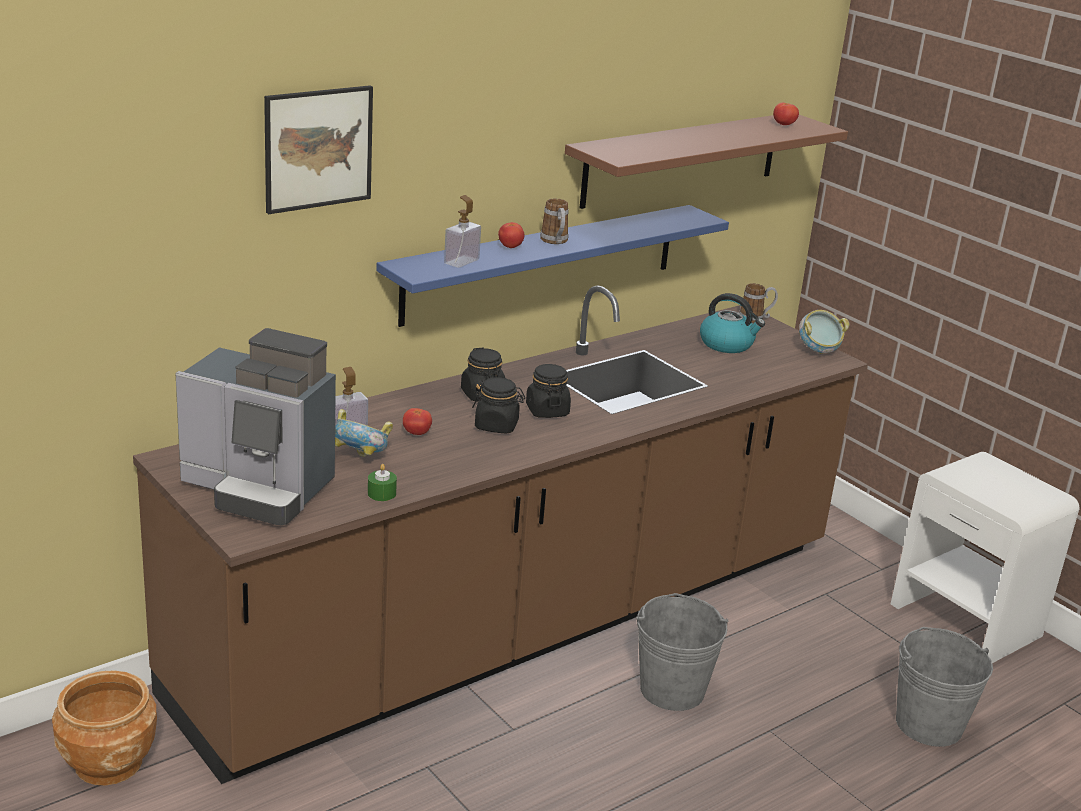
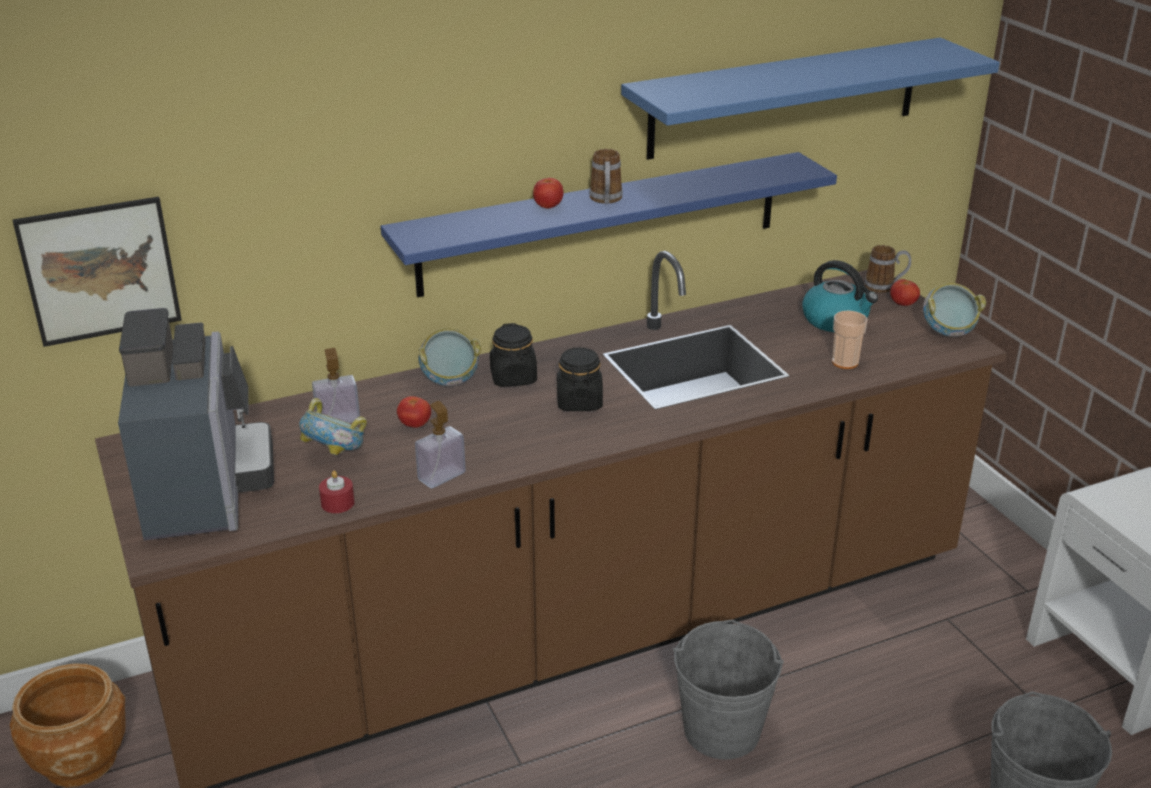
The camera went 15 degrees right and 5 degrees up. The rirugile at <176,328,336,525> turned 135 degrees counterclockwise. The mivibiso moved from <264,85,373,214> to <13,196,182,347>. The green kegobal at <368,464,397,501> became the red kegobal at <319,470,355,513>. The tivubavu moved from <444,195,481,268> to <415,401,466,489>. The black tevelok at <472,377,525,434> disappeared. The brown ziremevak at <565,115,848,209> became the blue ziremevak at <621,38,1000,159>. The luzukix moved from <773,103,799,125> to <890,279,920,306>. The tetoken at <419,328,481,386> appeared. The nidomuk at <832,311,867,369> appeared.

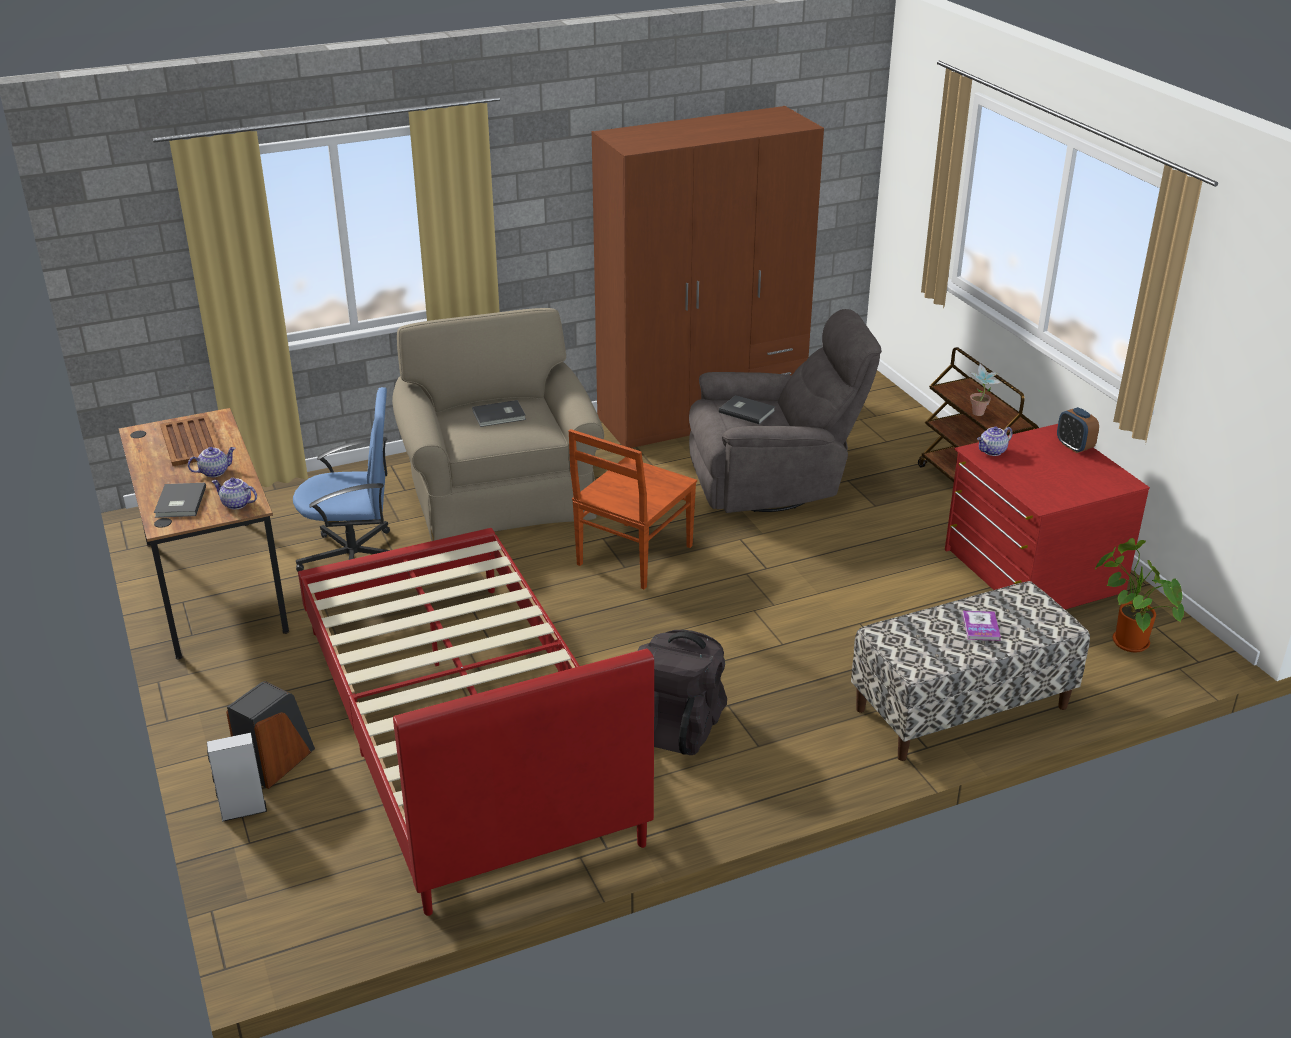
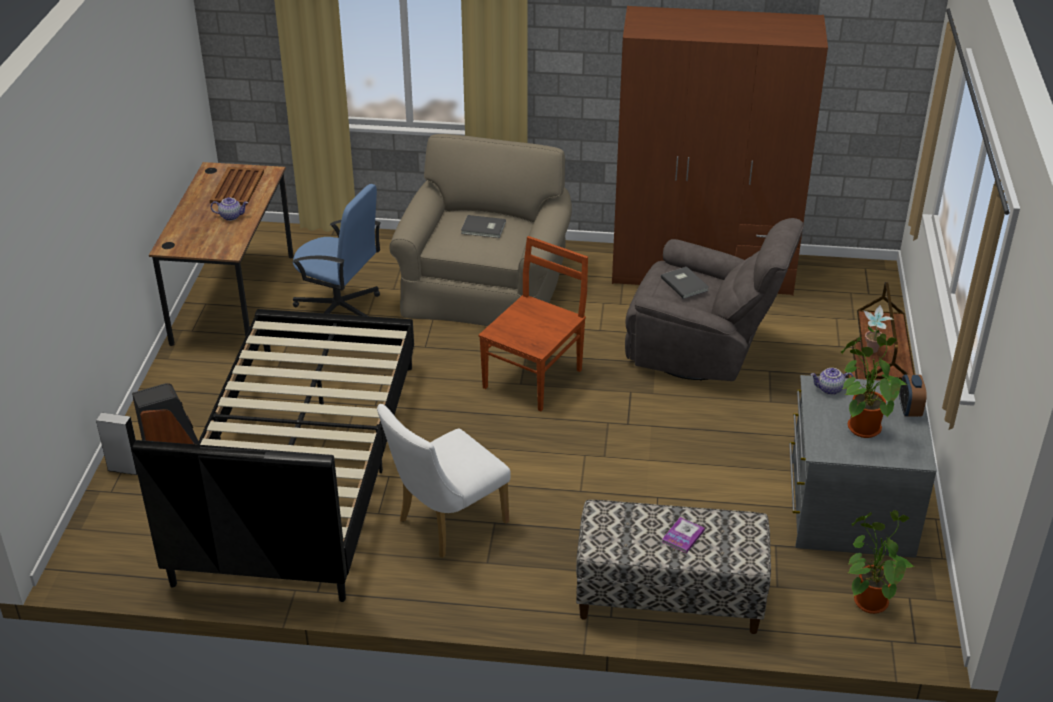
The camera went 30 degrees right and 5 degrees up. The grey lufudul at <154,483,206,518> disappeared. The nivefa at <211,478,257,510> disappeared. The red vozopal at <298,528,654,916> became the black vozopal at <132,309,414,602>. The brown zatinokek at <569,429,697,589> turned 150 degrees clockwise. The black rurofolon at <637,630,727,755> was replaced by the white zatinokek at <377,404,511,558>. The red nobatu at <945,424,1150,610> became the grey nobatu at <789,375,937,558>. The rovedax at <841,334,908,438> appeared.

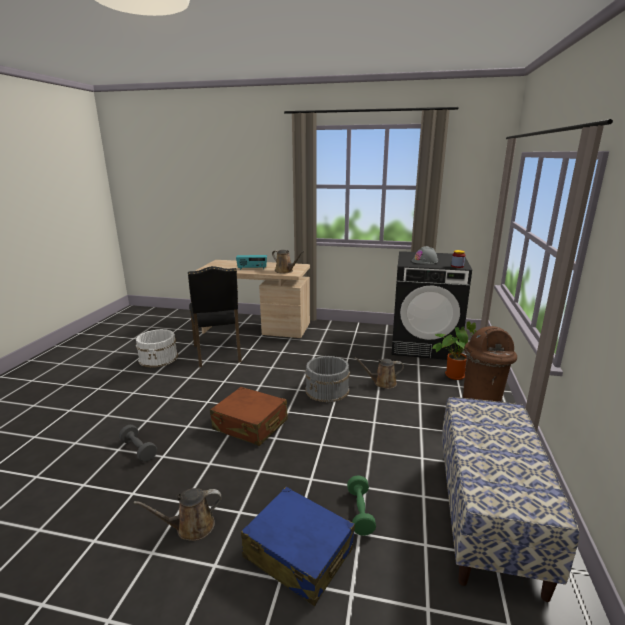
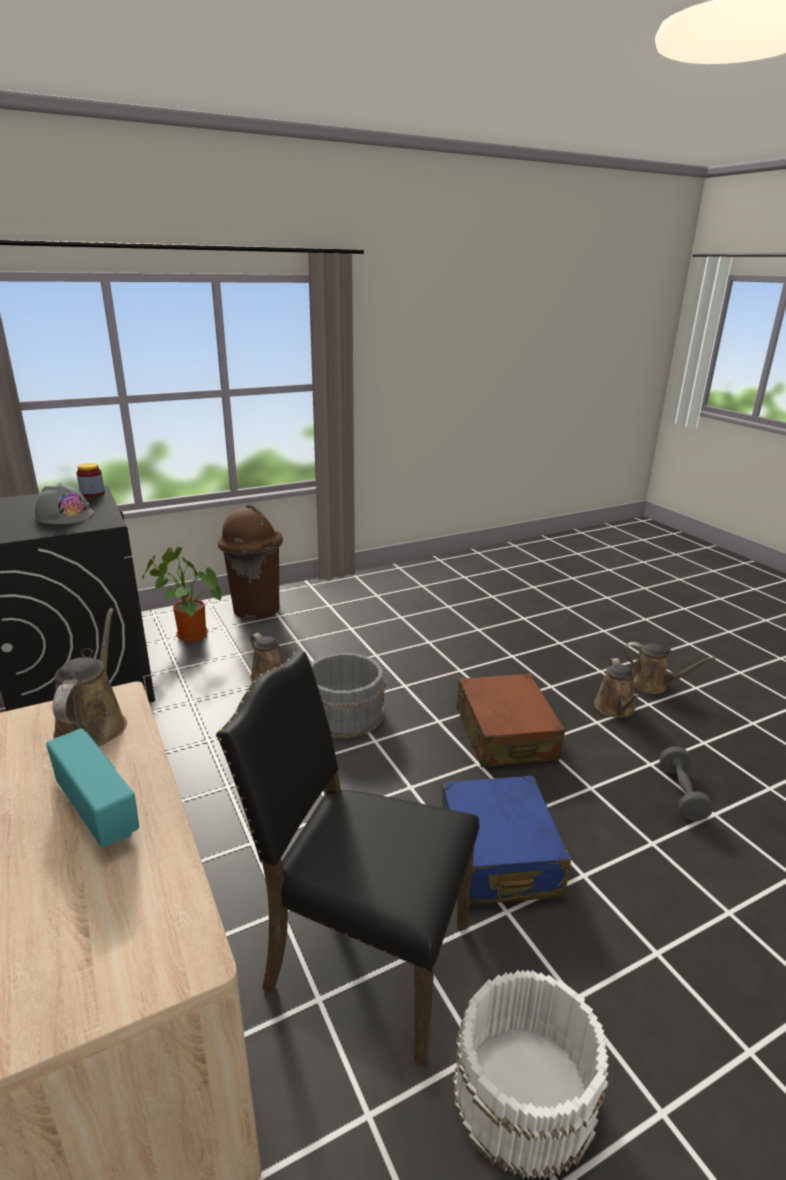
The camera went 130 degrees left and 5 degrees up. The black zatinokek at <188,266,242,368> turned 105 degrees counterclockwise. The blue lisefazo moved from <241,487,355,606> to <442,776,571,905>. The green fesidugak at <347,475,376,536> disappeared. The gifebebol at <442,397,579,602> disappeared. The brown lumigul at <594,658,640,718> appeared.

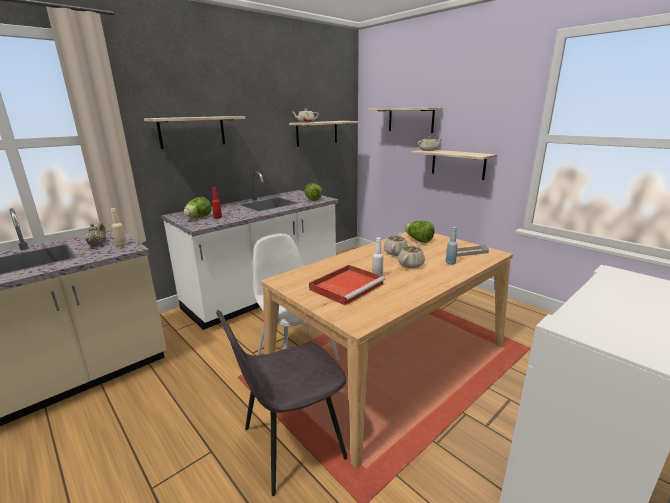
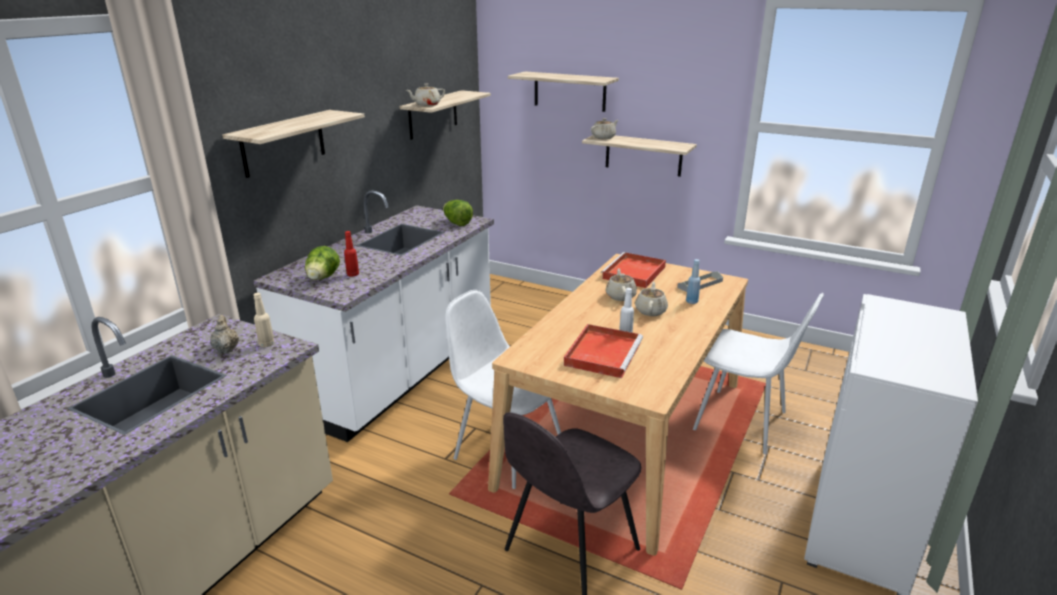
The camera went 20 degrees left and 5 degrees up. The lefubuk at <405,221,435,243> was replaced by the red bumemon at <601,252,666,288>. The white zatinokek at <693,293,824,454> appeared.

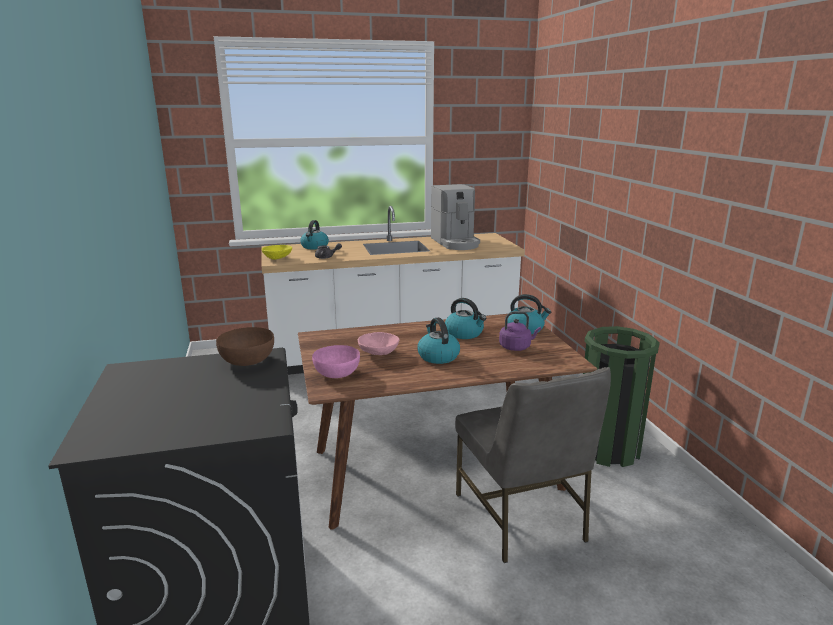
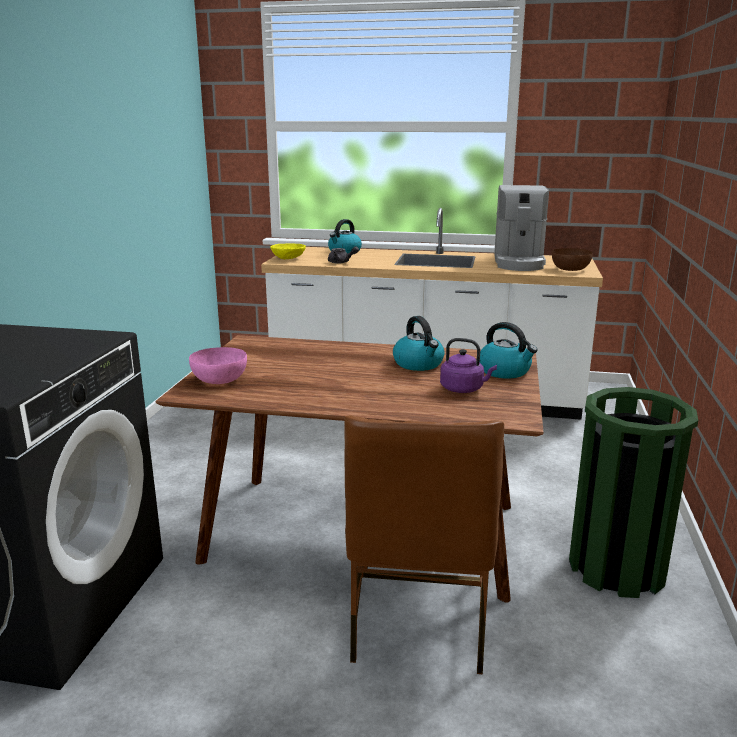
The camera went 25 degrees right and 0 degrees up. The brown tetoken moved from <216,327,274,366> to <552,248,593,271>. The pink tetoken at <358,332,399,355> disappeared. The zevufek at <417,318,460,364> disappeared. The grey zatinokek at <455,367,611,563> became the brown zatinokek at <344,415,504,674>.

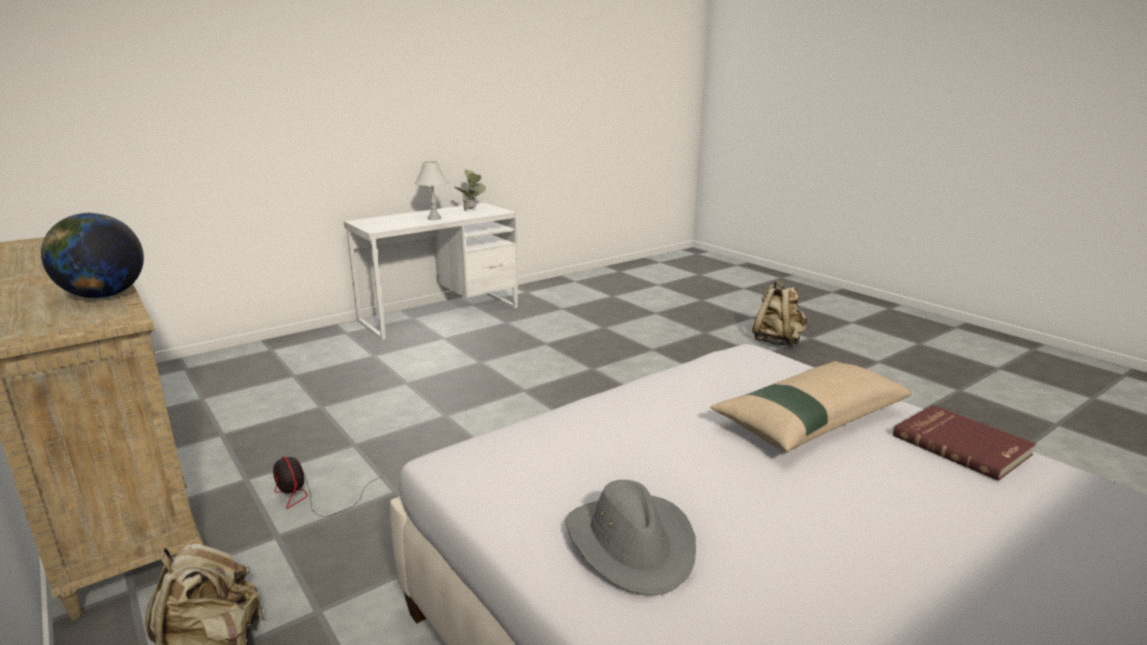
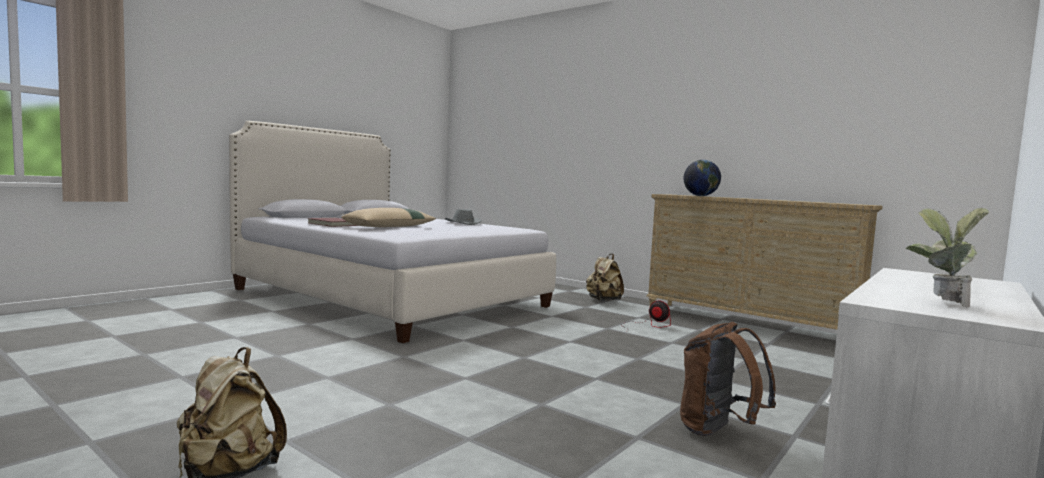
The camera went 165 degrees right and 15 degrees down. The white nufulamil at <414,161,449,220> disappeared. The brown rurofolon at <680,322,776,436> appeared.

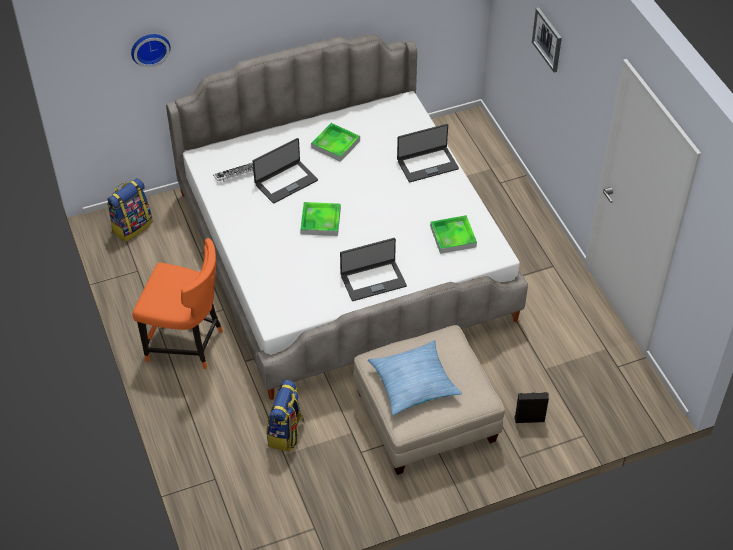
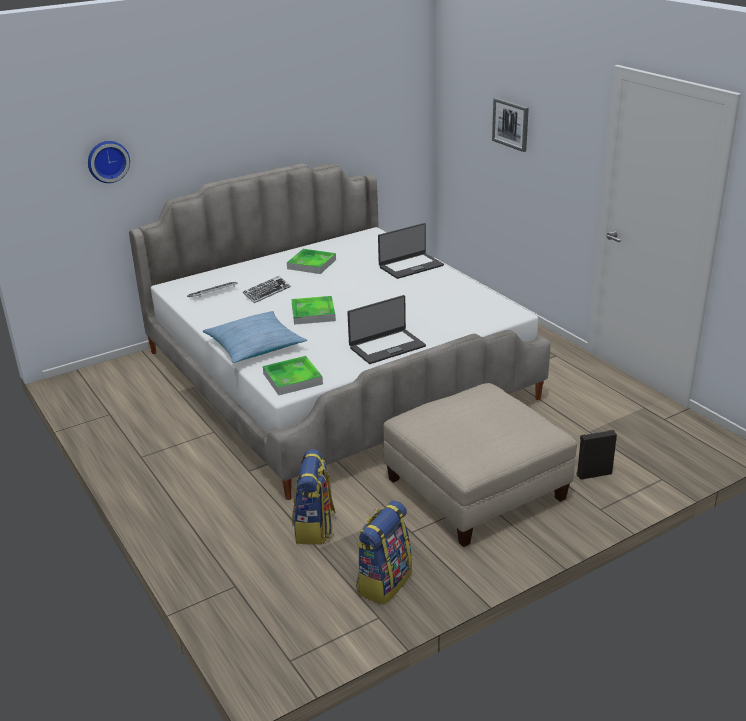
The camera went 10 degrees left and 20 degrees down. The rurofolon moved from <107,178,153,242> to <356,501,412,605>. The orange zatinokek at <132,238,223,370> disappeared. The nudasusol at <253,138,318,204> was replaced by the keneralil at <243,276,291,303>. The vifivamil moved from <368,340,462,415> to <203,311,307,363>. The bumemon moved from <430,215,477,254> to <263,356,323,395>.

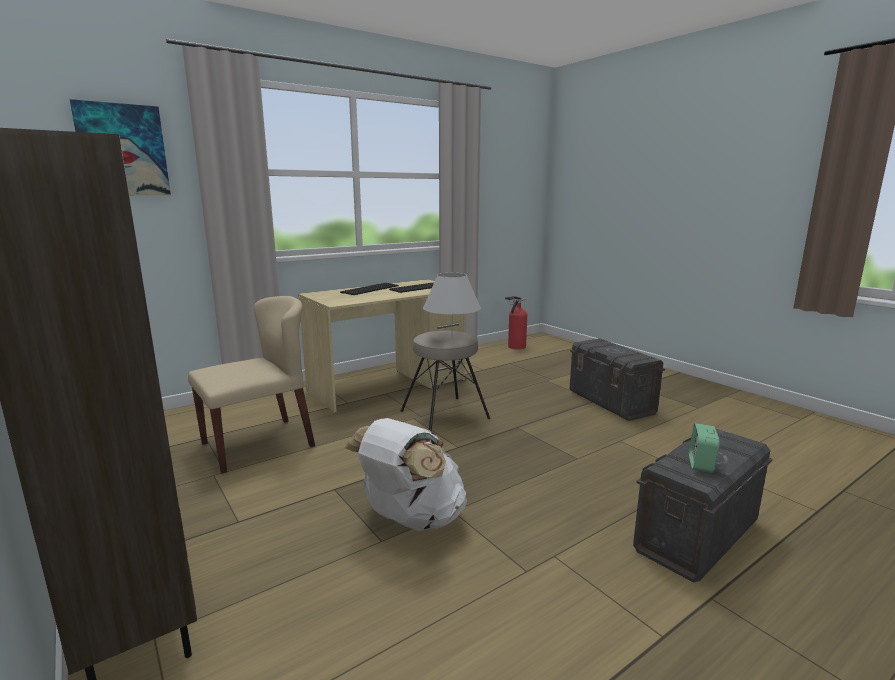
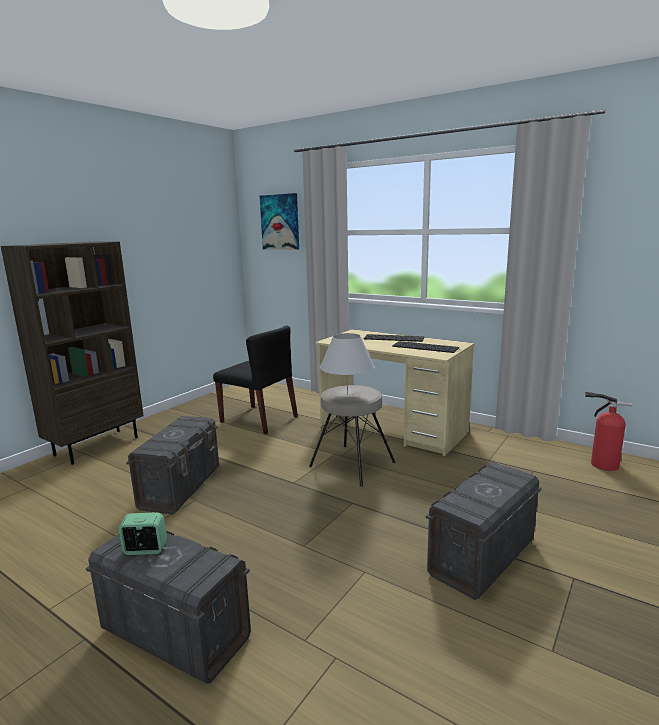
The camera went 70 degrees right and 0 degrees up. The beige zatinokek at <188,296,315,474> became the black zatinokek at <213,325,298,434>. The white rurofolon at <345,418,467,531> was replaced by the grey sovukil at <126,416,219,514>.

